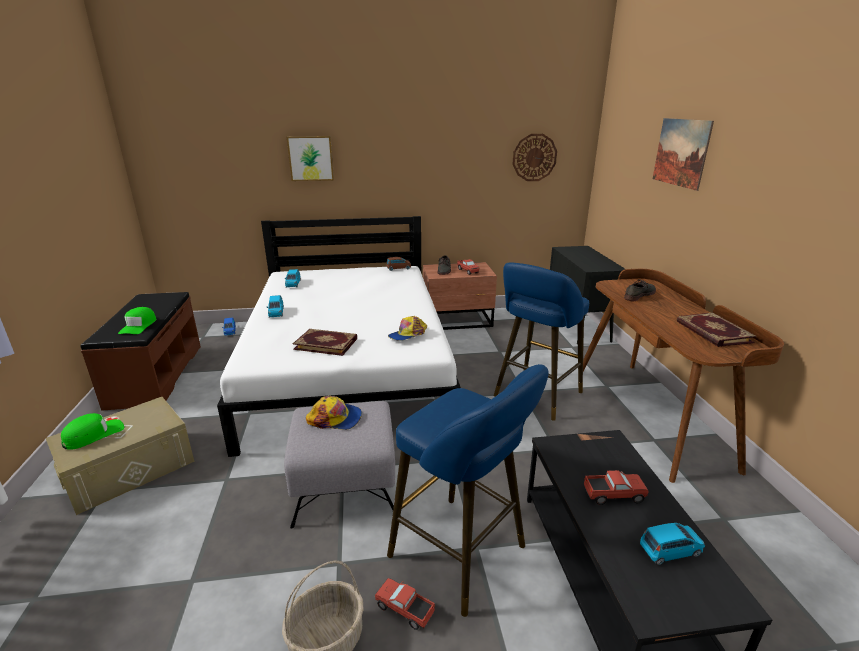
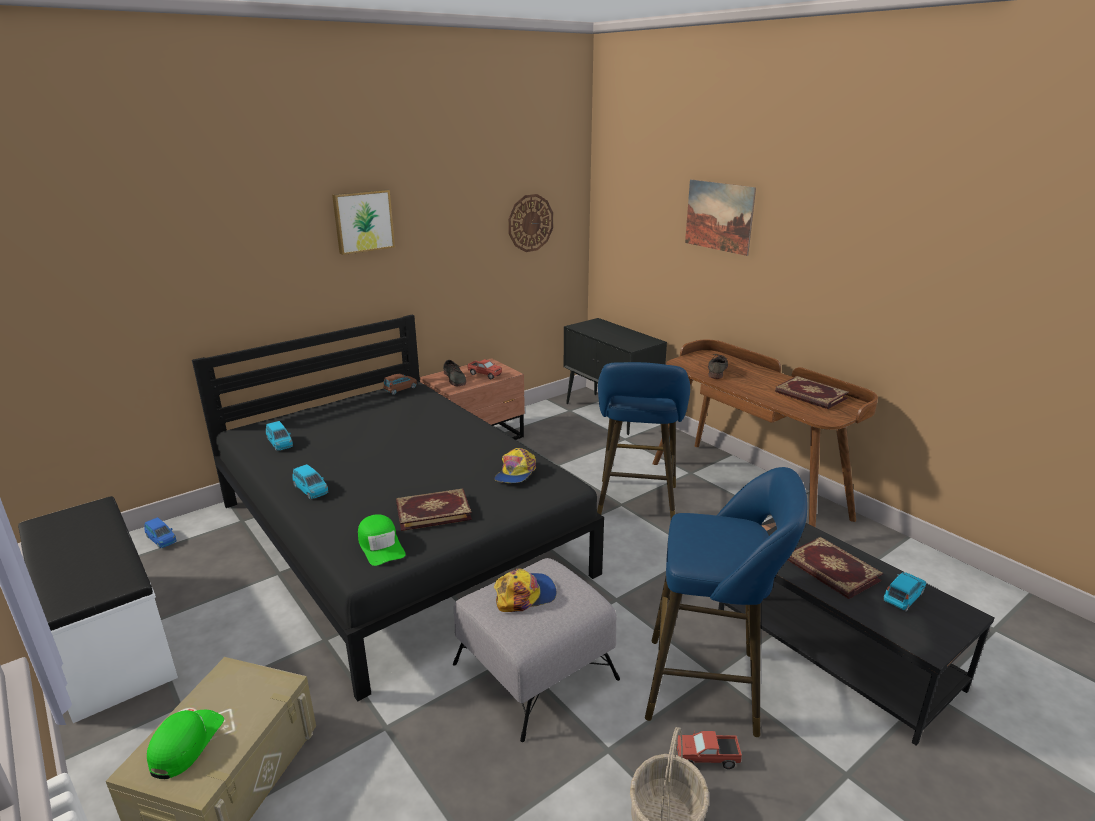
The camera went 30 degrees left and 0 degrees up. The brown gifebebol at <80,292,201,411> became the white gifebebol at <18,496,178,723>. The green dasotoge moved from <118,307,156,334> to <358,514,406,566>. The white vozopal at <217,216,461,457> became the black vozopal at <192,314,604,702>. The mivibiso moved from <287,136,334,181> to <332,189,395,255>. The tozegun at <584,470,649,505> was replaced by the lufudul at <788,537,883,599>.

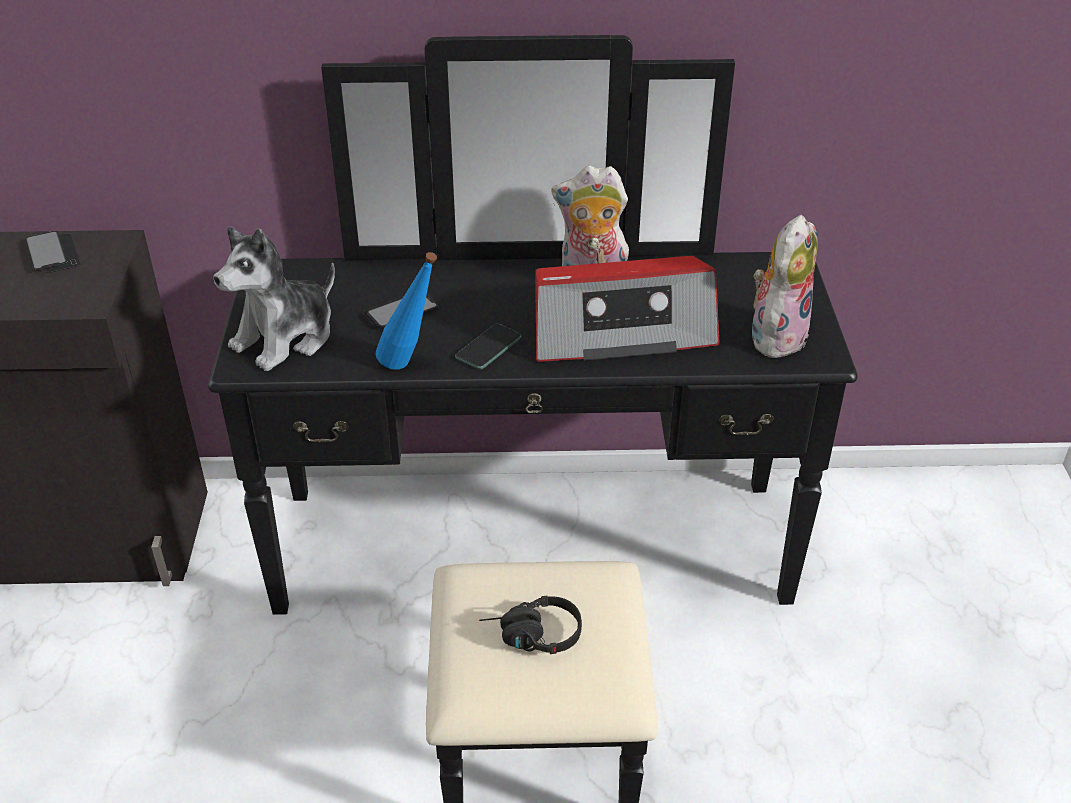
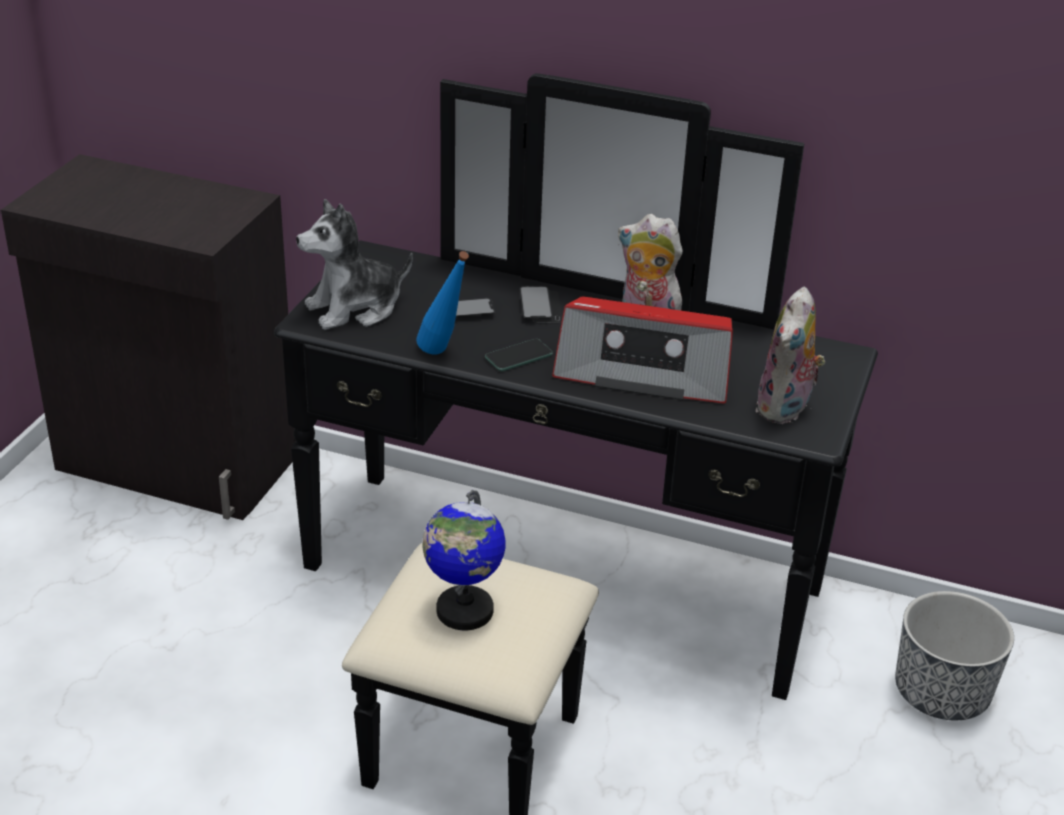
The camera went 20 degrees right and 5 degrees down. The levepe moved from <25,231,80,273> to <519,286,562,323>. The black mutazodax at <479,596,582,654> was replaced by the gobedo at <423,490,506,630>. The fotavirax at <752,215,818,359> turned 150 degrees clockwise. The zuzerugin at <895,591,1014,720> appeared.

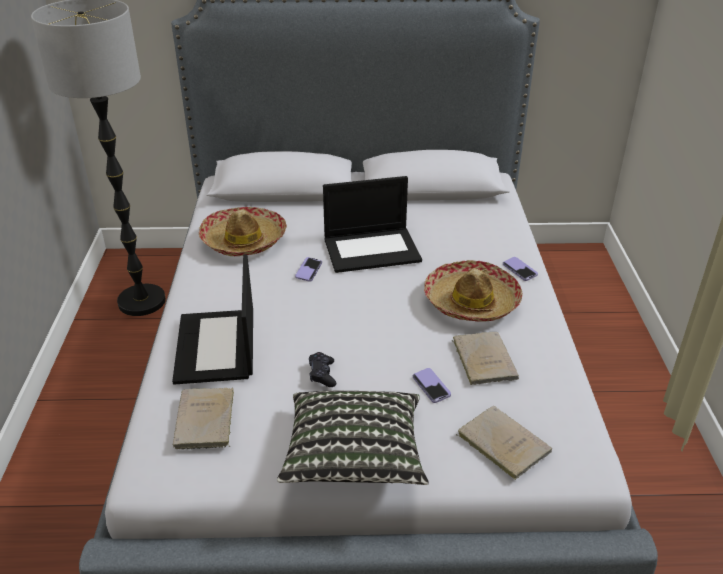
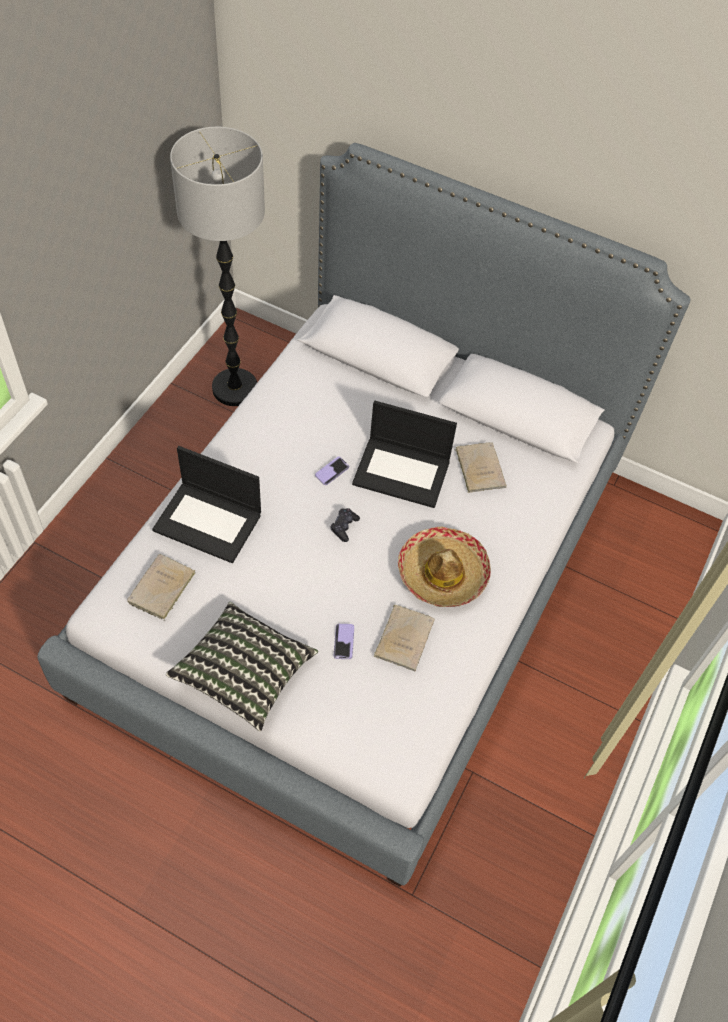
The camera went 25 degrees right and 20 degrees up. The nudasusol at <172,254,253,385> turned 90 degrees counterclockwise. The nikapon at <199,207,287,256> disappeared. The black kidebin moved from <309,352,336,387> to <330,508,360,542>. The beige lufudul moved from <457,406,552,480> to <454,442,507,493>. The levepe at <503,257,538,281> disappeared.

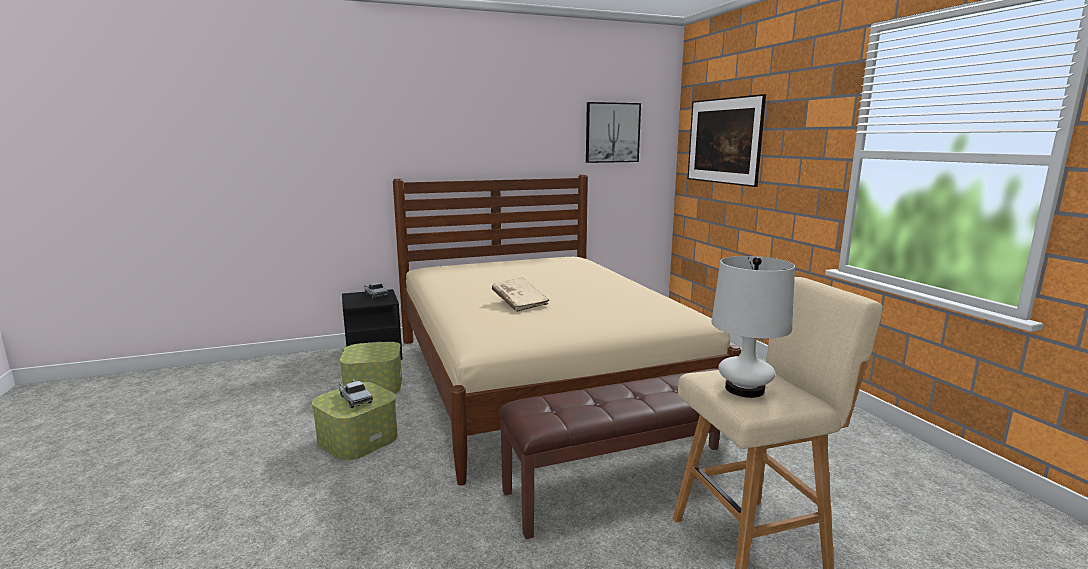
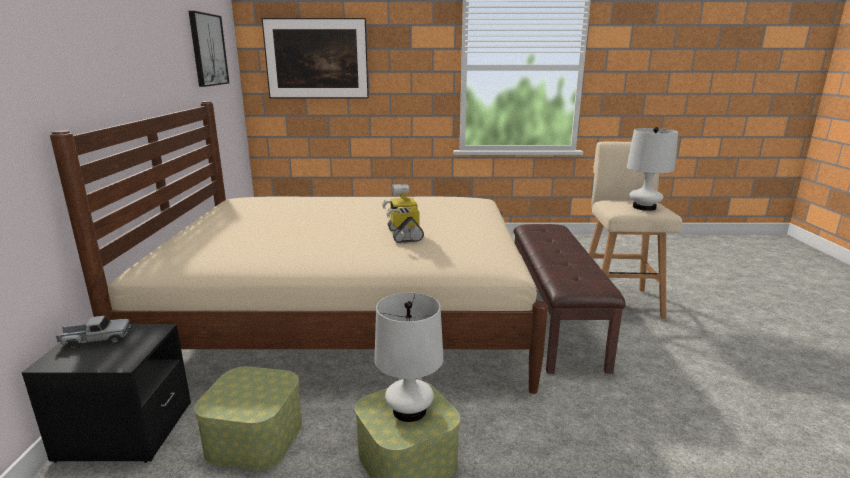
The camera went 70 degrees left and 5 degrees up. The tozegun at <339,379,373,408> was replaced by the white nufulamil at <374,293,443,422>. The beige lufudul at <492,277,549,312> was replaced by the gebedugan at <382,184,424,243>.

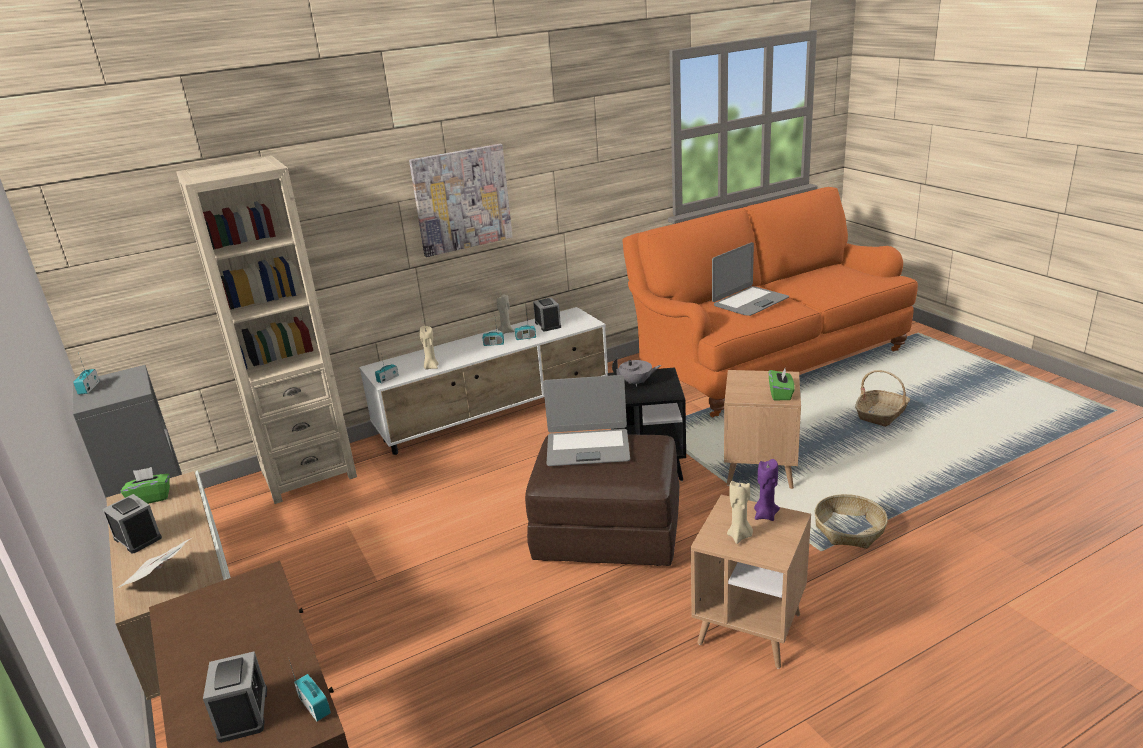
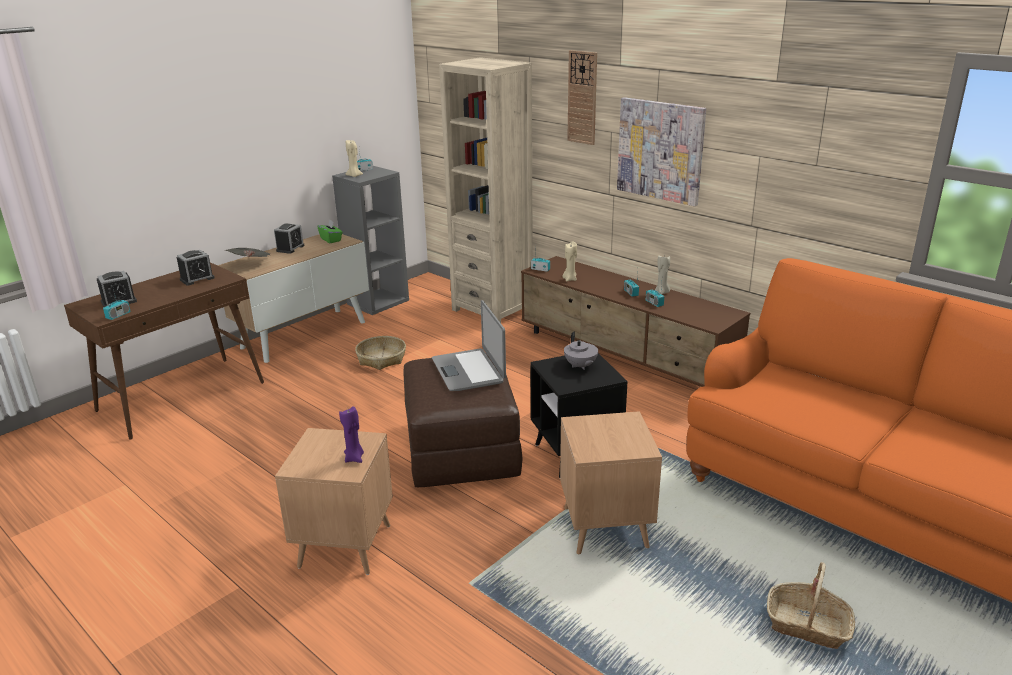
The camera went 70 degrees right and 0 degrees up. The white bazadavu at <359,307,608,455> became the brown bazadavu at <521,256,750,387>. The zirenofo moved from <533,298,561,332> to <177,250,215,286>. The nudasusol at <712,242,789,316> disappeared. The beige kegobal moved from <727,481,753,544> to <346,140,363,177>. The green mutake at <769,368,795,400> disappeared. The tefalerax moved from <814,494,888,549> to <355,336,406,370>. The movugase at <567,50,597,145> appeared.

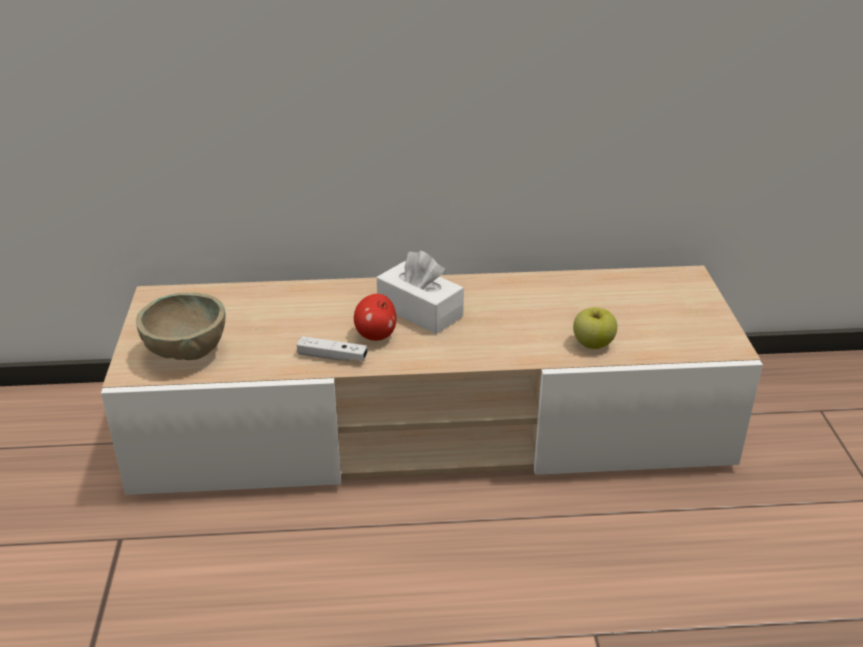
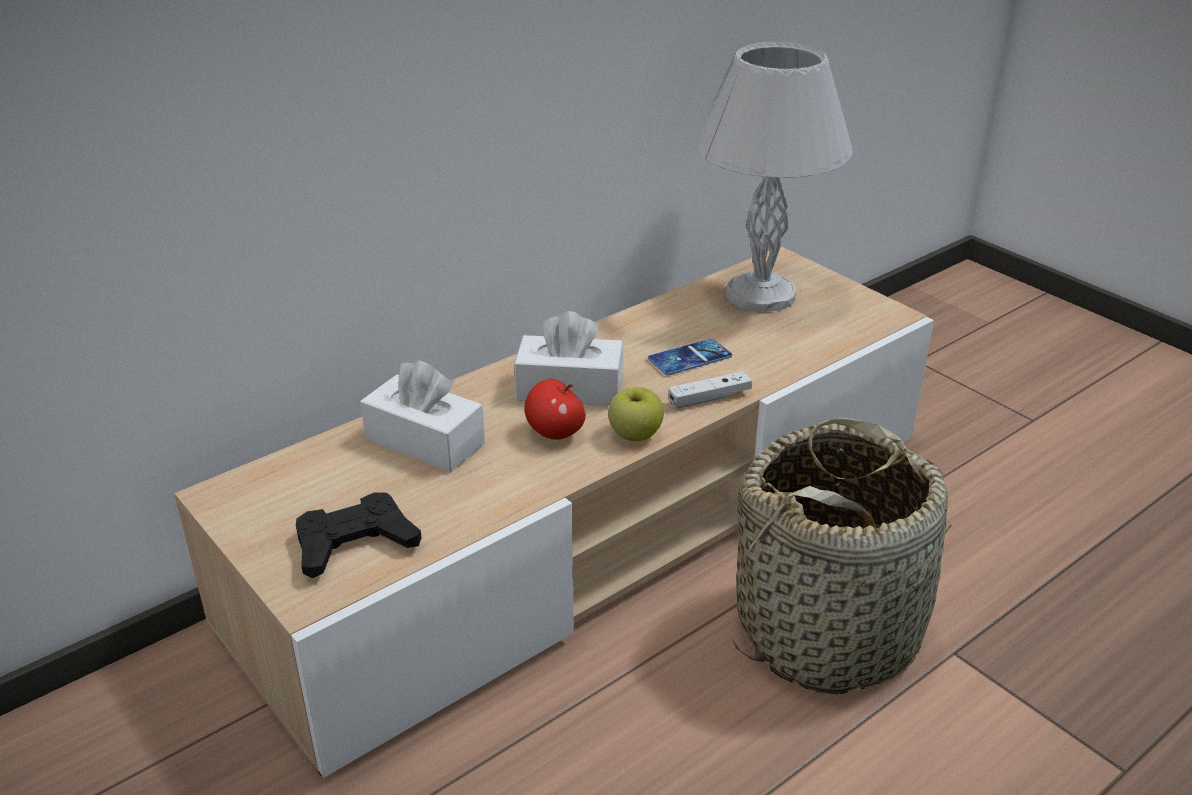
The camera went 35 degrees left and 0 degrees up. The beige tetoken at <136,292,226,360> was replaced by the black kidebin at <296,493,421,579>. The white kidebin moved from <297,336,367,361> to <668,371,752,409>. The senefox moved from <573,307,617,349> to <608,387,664,441>. The white mutake at <360,360,485,472> appeared. The levepe at <648,338,732,375> appeared. The white nufulamil at <696,42,853,312> appeared. The tefalerax at <732,417,953,694> appeared.

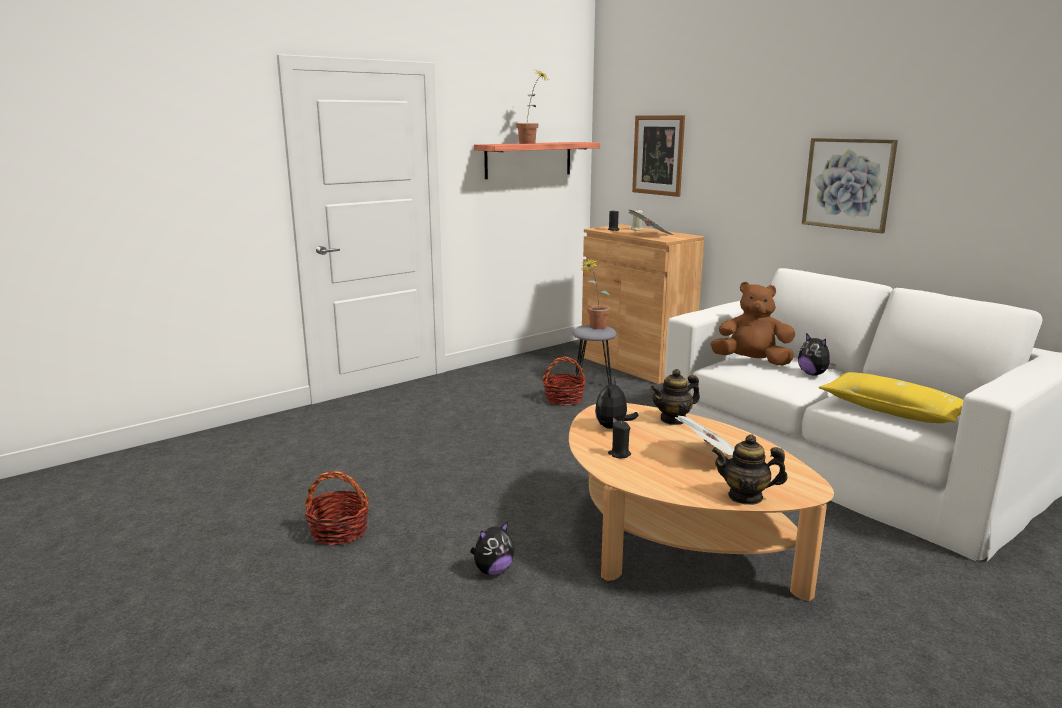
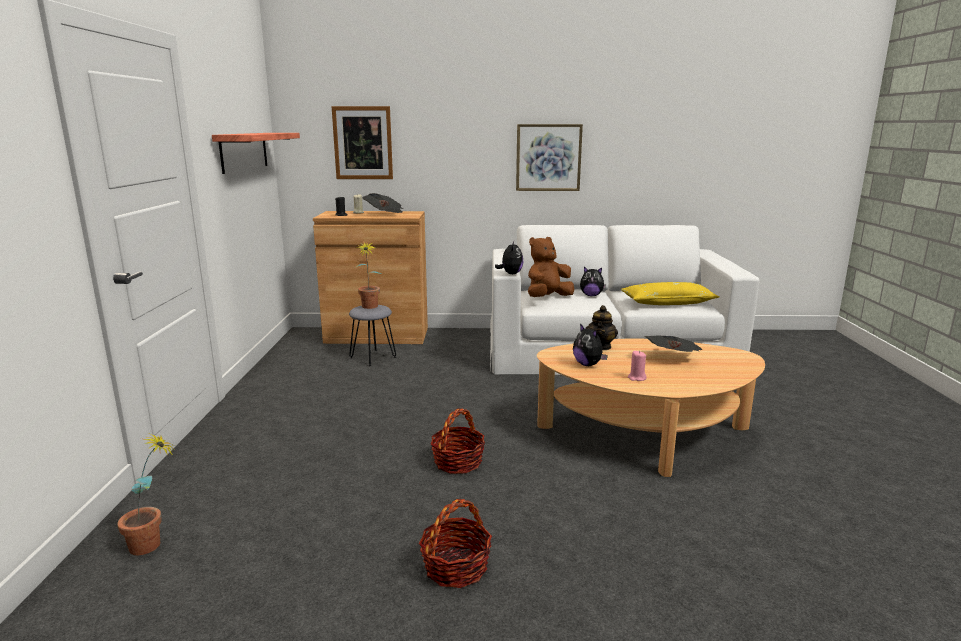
The camera went 50 degrees left and 0 degrees up. The fotavirax moved from <470,521,514,575> to <495,241,523,274>. The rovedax moved from <516,68,548,144> to <117,434,175,555>. The tefalerax moved from <542,356,586,406> to <431,408,485,474>. The black kegobal at <608,420,631,459> became the pink kegobal at <628,351,647,381>. The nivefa at <712,435,787,505> disappeared.

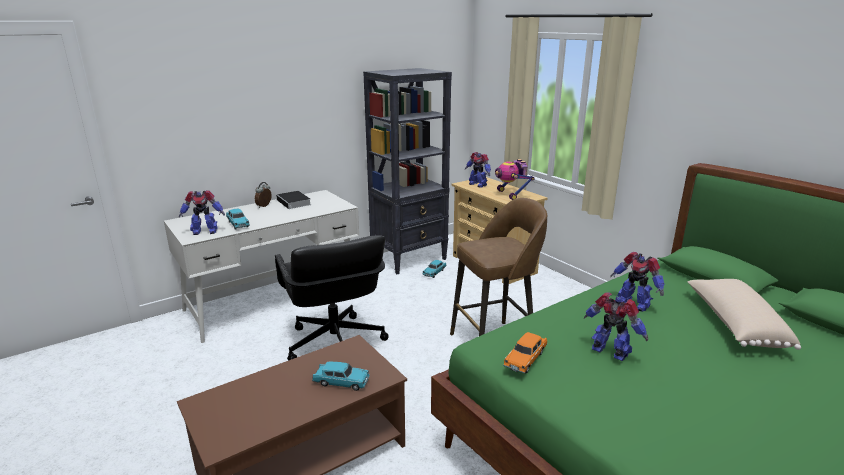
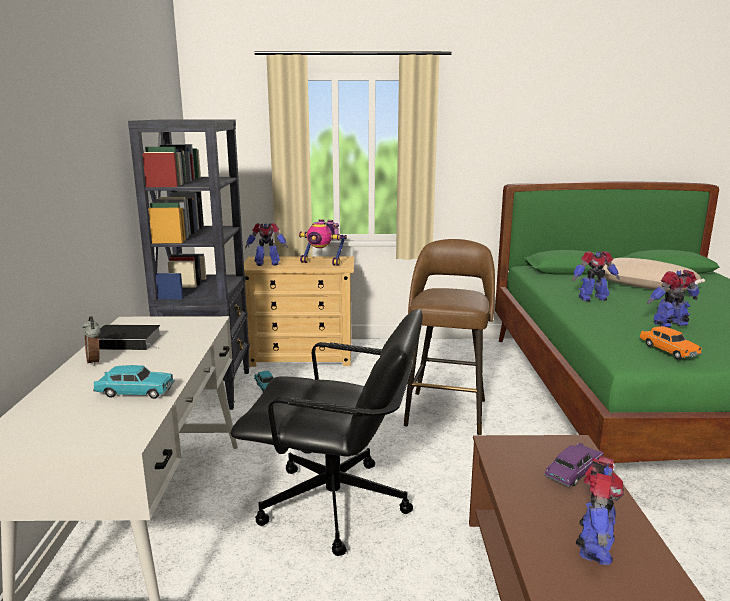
The camera went 55 degrees left and 5 degrees down. The gebedugan moved from <179,190,225,235> to <576,456,624,565>. The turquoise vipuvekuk at <312,362,370,391> became the purple vipuvekuk at <544,443,604,487>.

